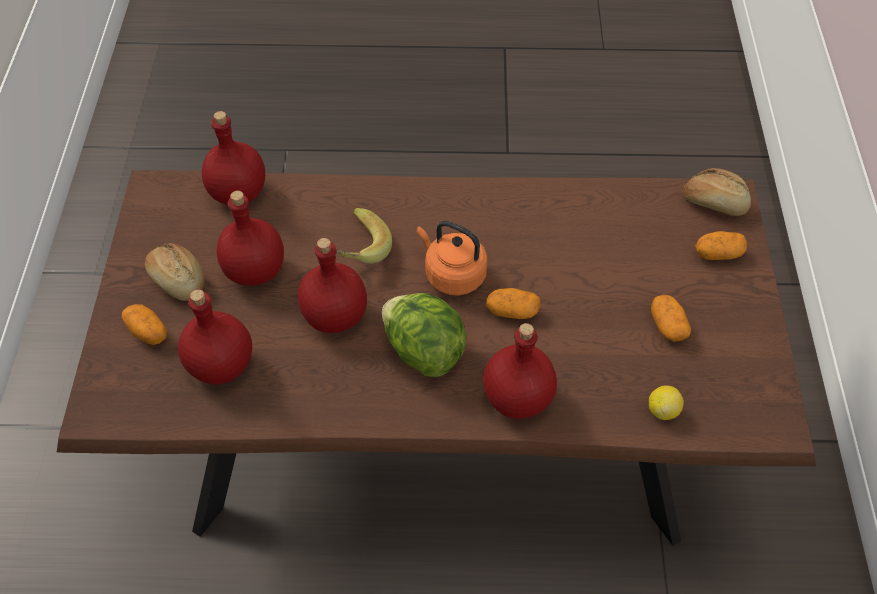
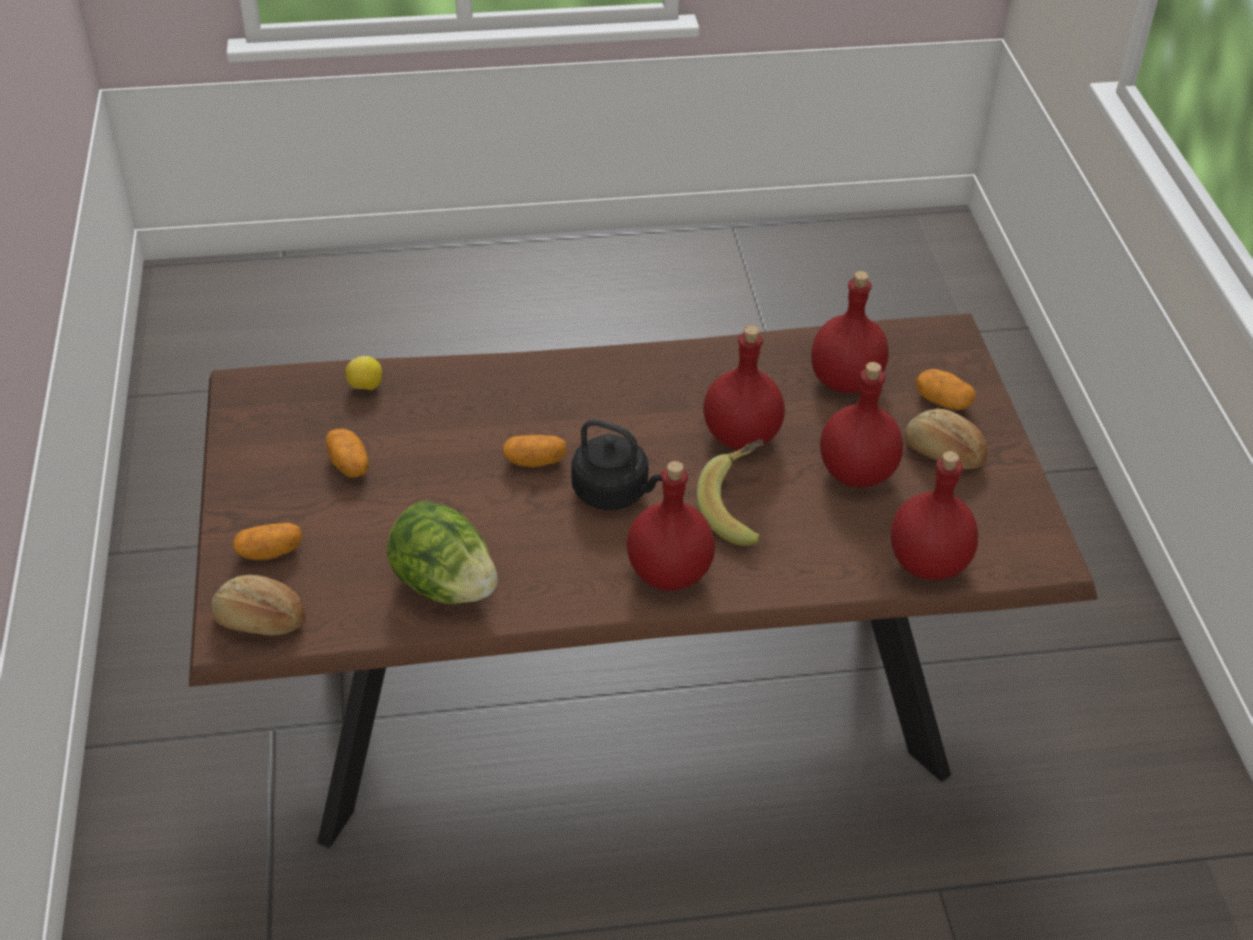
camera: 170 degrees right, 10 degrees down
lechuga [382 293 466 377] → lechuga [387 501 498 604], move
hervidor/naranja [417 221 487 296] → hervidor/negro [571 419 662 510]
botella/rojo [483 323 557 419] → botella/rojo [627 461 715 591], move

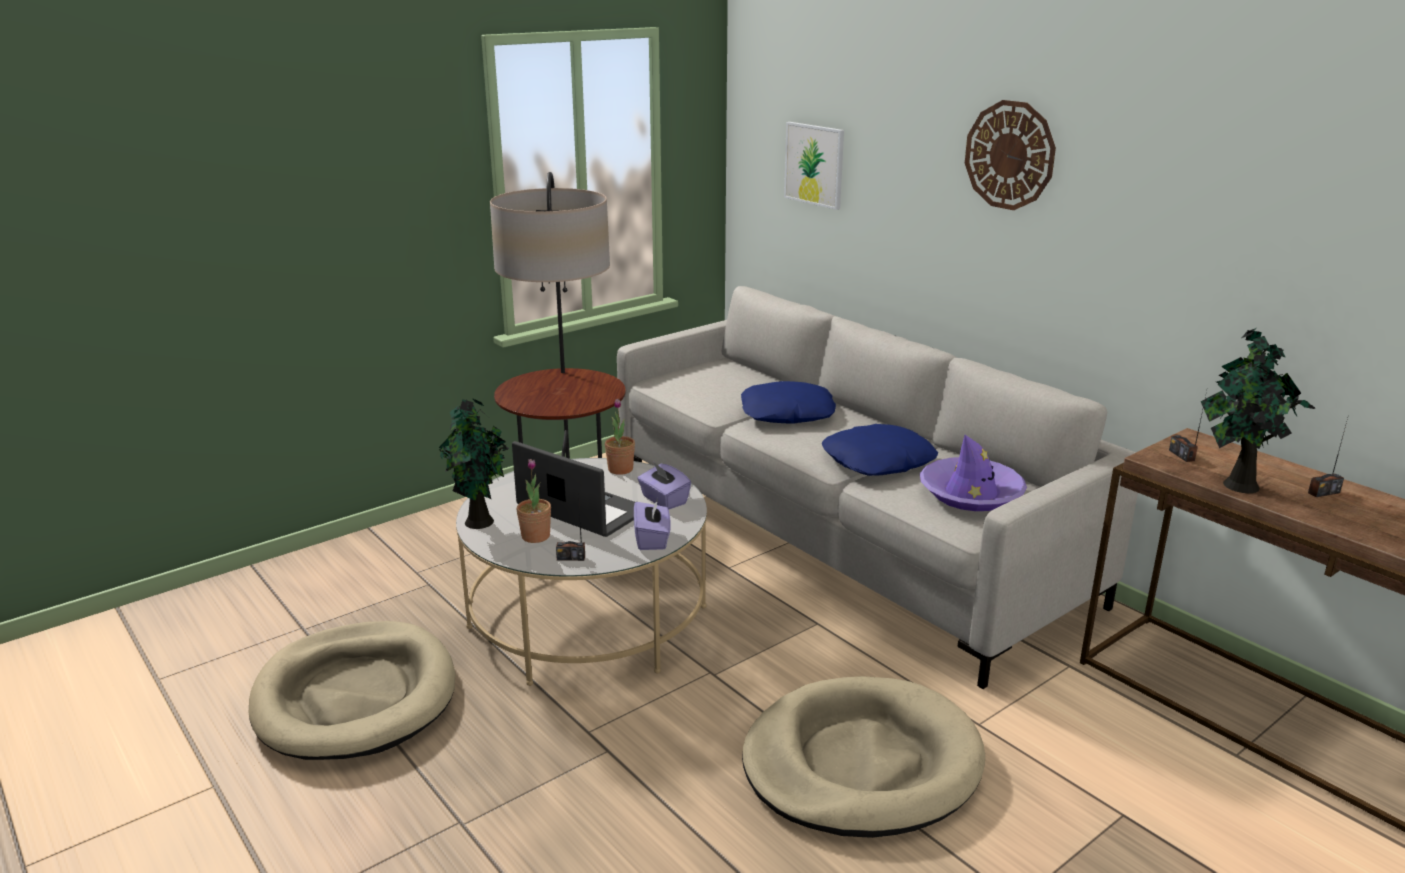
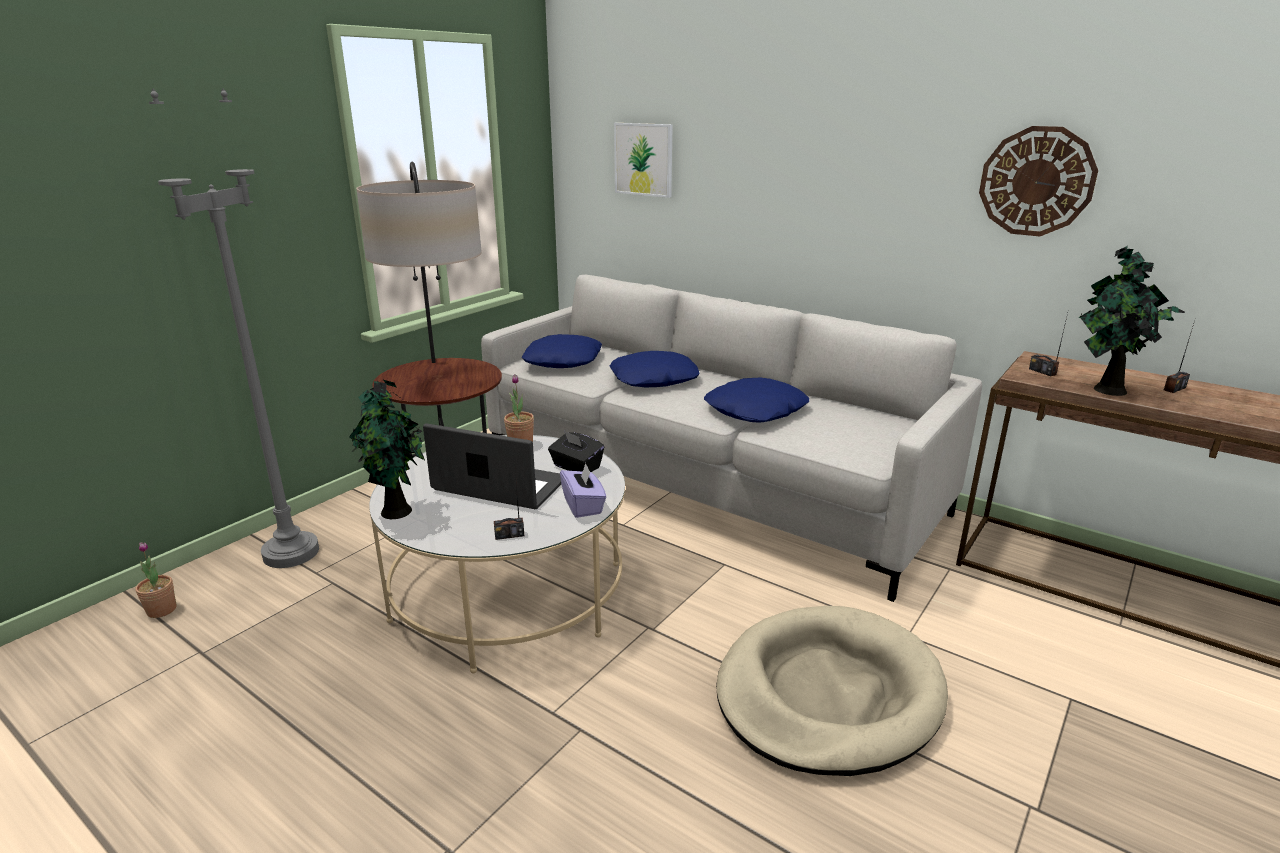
camera: 15 degrees left, 0 degrees up
cama para perro/beis [249 621 455 760] → -
planta en maceta [516 459 551 543] → planta en maceta [135 542 176 618], move
caja de pañuelos/morado [637 463 691 510] → caja de pañuelos/negro [548 431 604 472]
sombrero/morado [920 435 1027 511] → -
reloj de pared [965 100 1056 210] → reloj de pared [979 126 1098 236], move
- → lámpara de pie/gris [149 88 319 568]
- → cojín/azul [522 334 602 368]

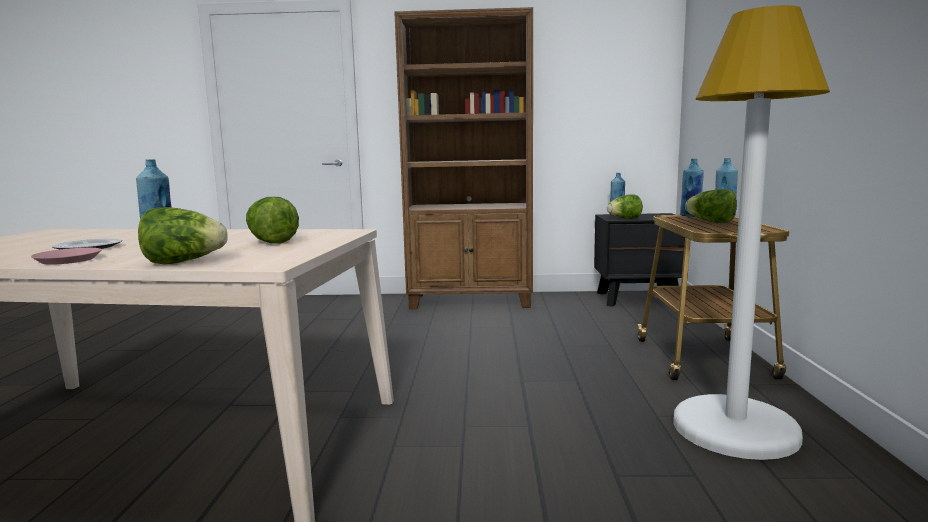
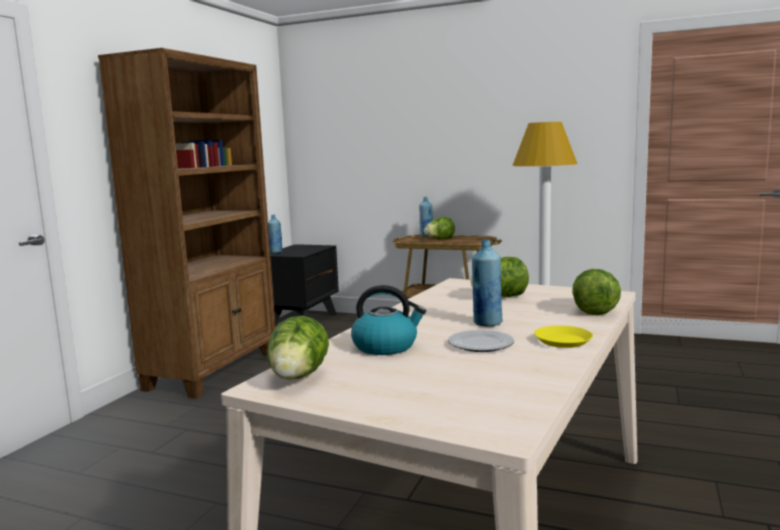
camera: 70 degrees left, 0 degrees up
plato/rosa [31 248 101 265] → plato/amarillo [534 326 593 348]
lechuga [607 195 643 219] → lechuga [267 316 329 380], move
botella/azul [680 159 704 217] → -
- → hervidor [351 285 426 355]

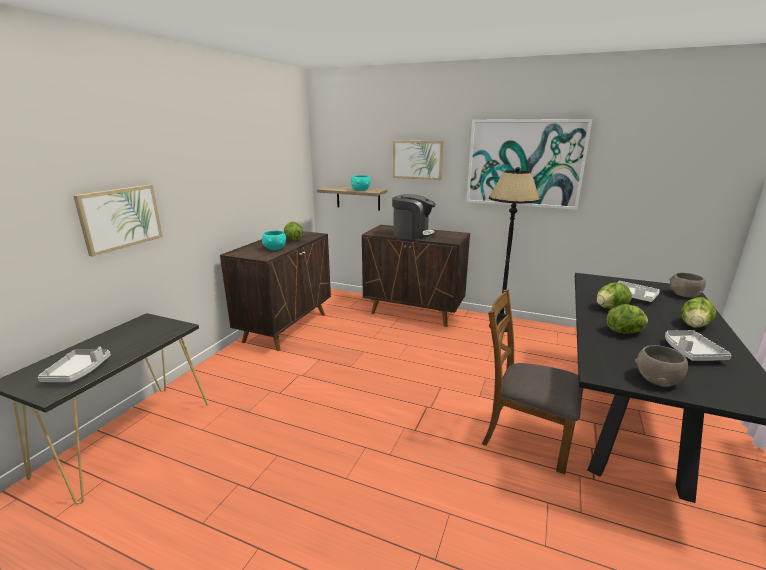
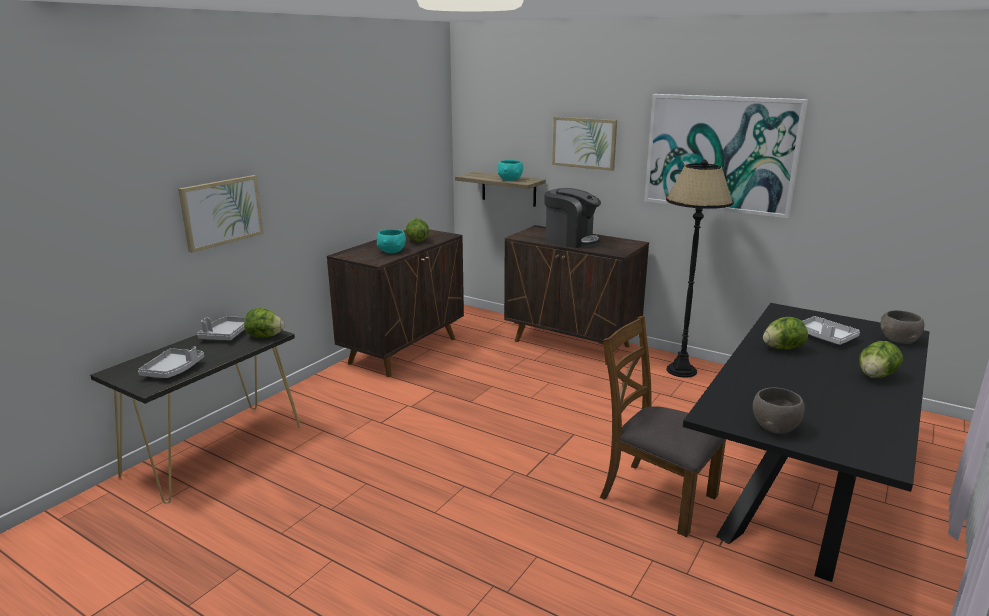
camera: 10 degrees right, 0 degrees up
lechuga [607 304 648 334] → lechuga [244 308 284 338], move
bandeja/gris [665 330 731 361] → bandeja/gris [197 316 245 340], move

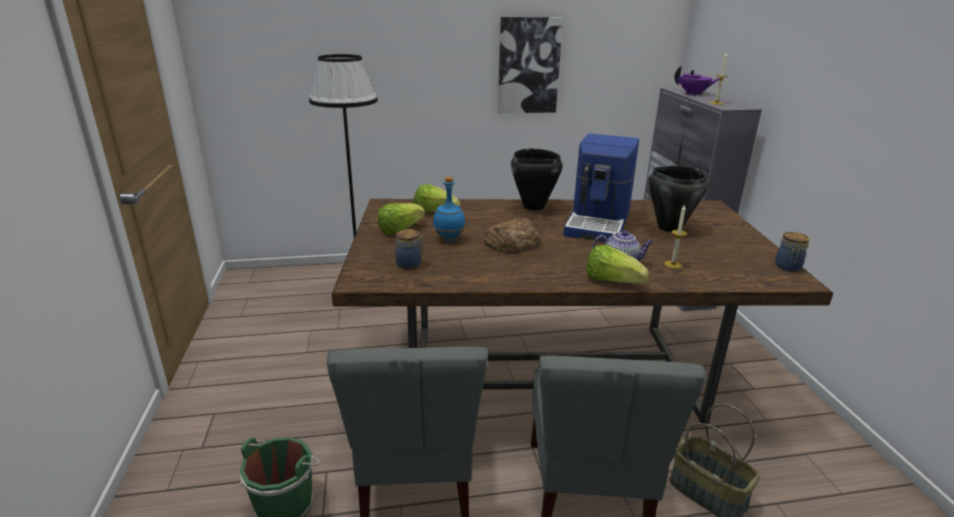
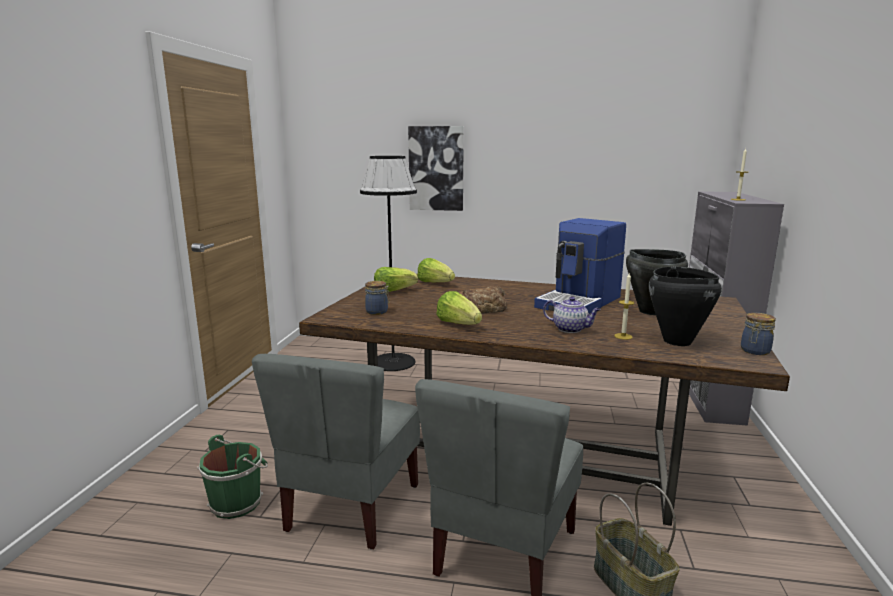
camera: 20 degrees right, 10 degrees down
botella/azul [433 177 465 241] → -
cuadro [498 17 563 113] → cuadro [408 126 464 211], move
olla/negro [511 149 563 211] → olla/negro [649 266 722 346], move
lechuga [586 245 649 283] → lechuga [436 291 482 325], move
tetera/morado [674 66 720 96] → -

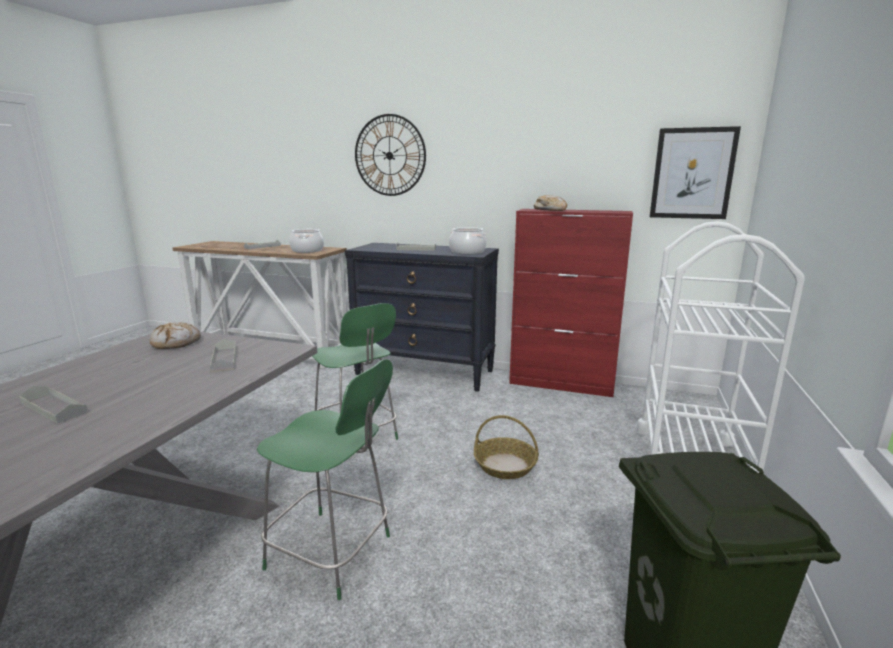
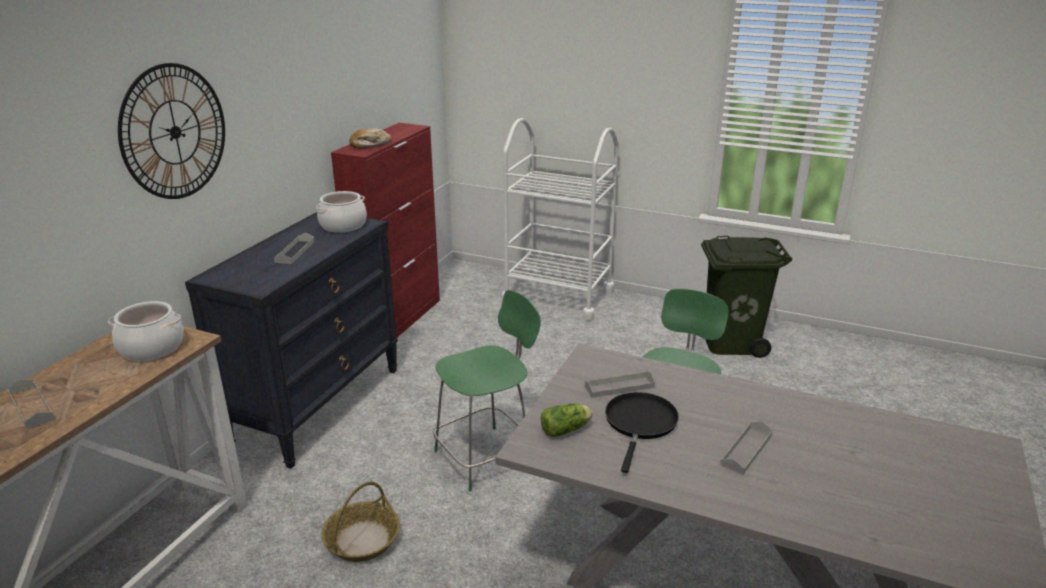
camera: 85 degrees left, 10 degrees up
pan [150 322 201 349] → lechuga [541 403 593 437]
cesta [474 415 539 479] → cesta [321 482 400 562], move
cuadro [650 126 741 219] → -
- → sartén/negro [605 392 679 473]

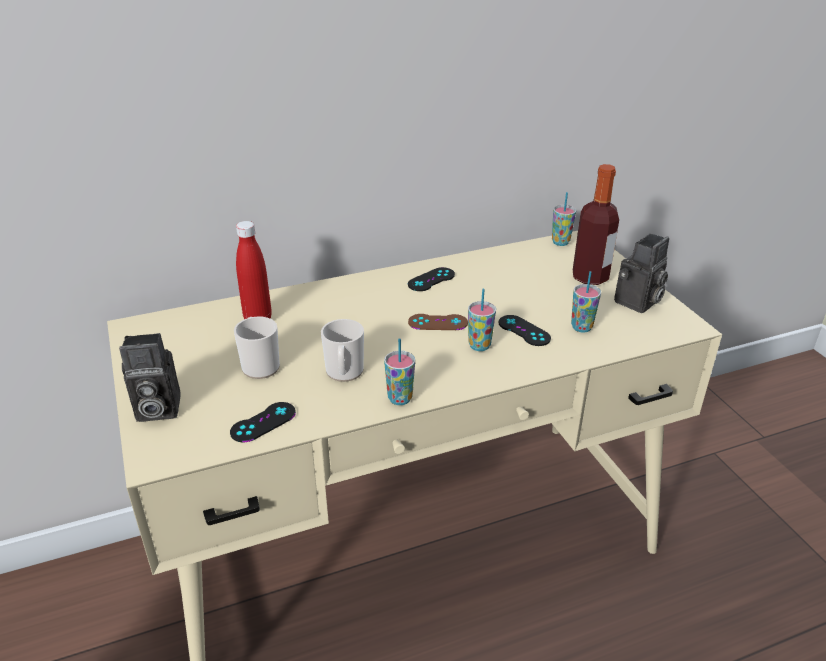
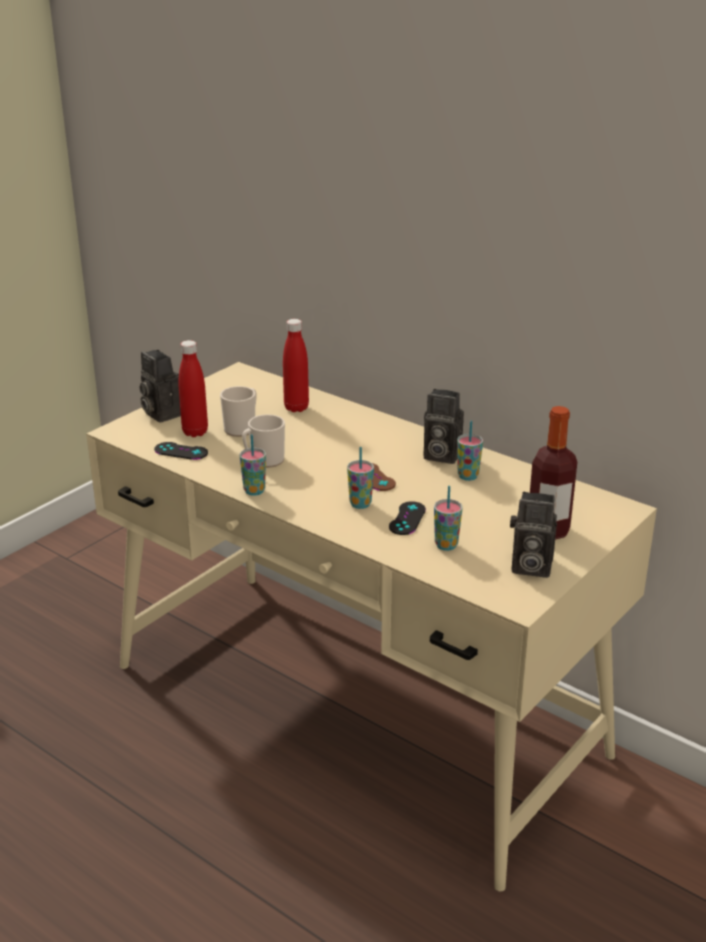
camera: 60 degrees right, 5 degrees down
mando de consola/negro [408 267 455 291] → cámara [423 389 464 464]
taza [552 192 576 246] → taza [457 421 483 481], move
- → botella/rojo [178 340 208 437]

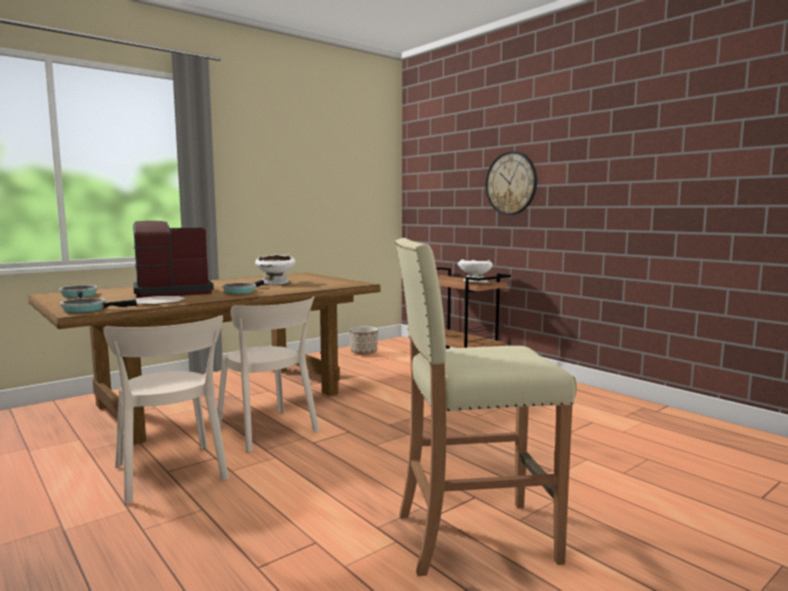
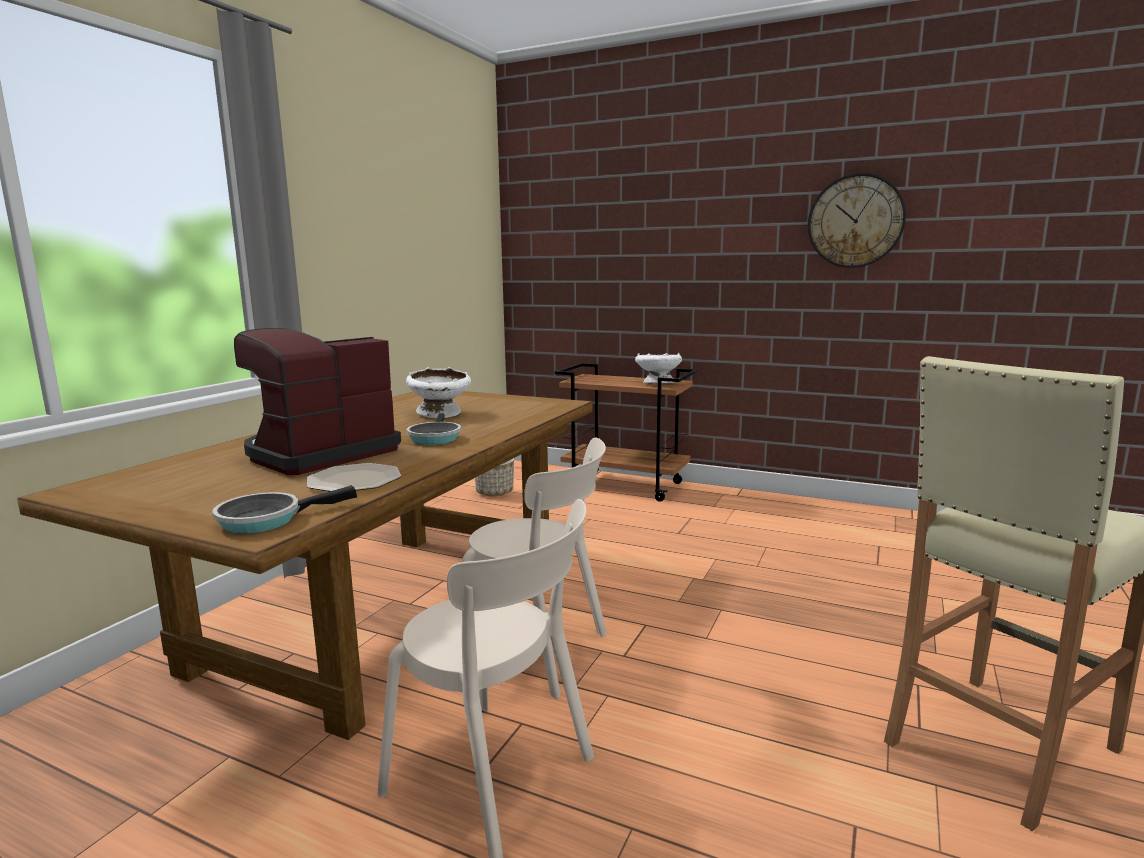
camera: 25 degrees left, 5 degrees up
sartén [59 285 98 299] → -
reloj de pared [485 151 537 215] → reloj de pared [808 173 906 268], move

